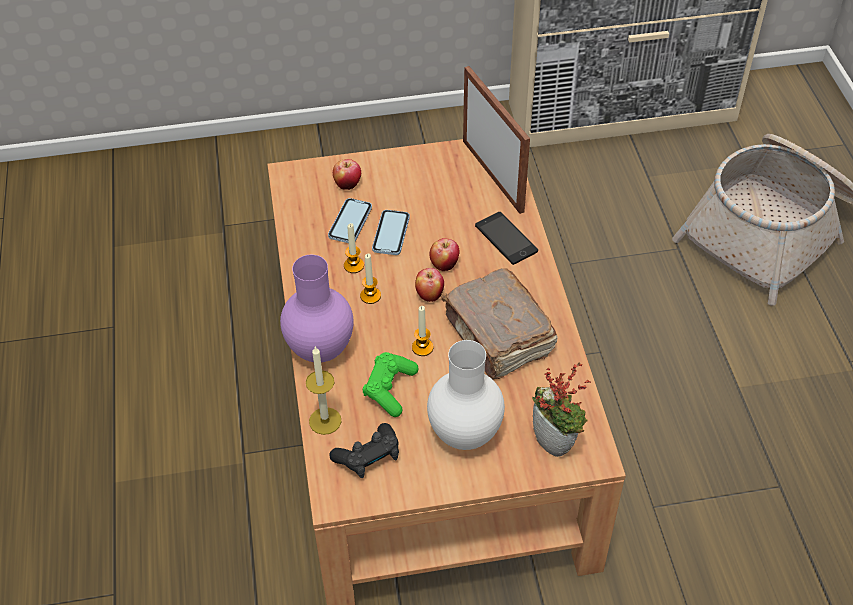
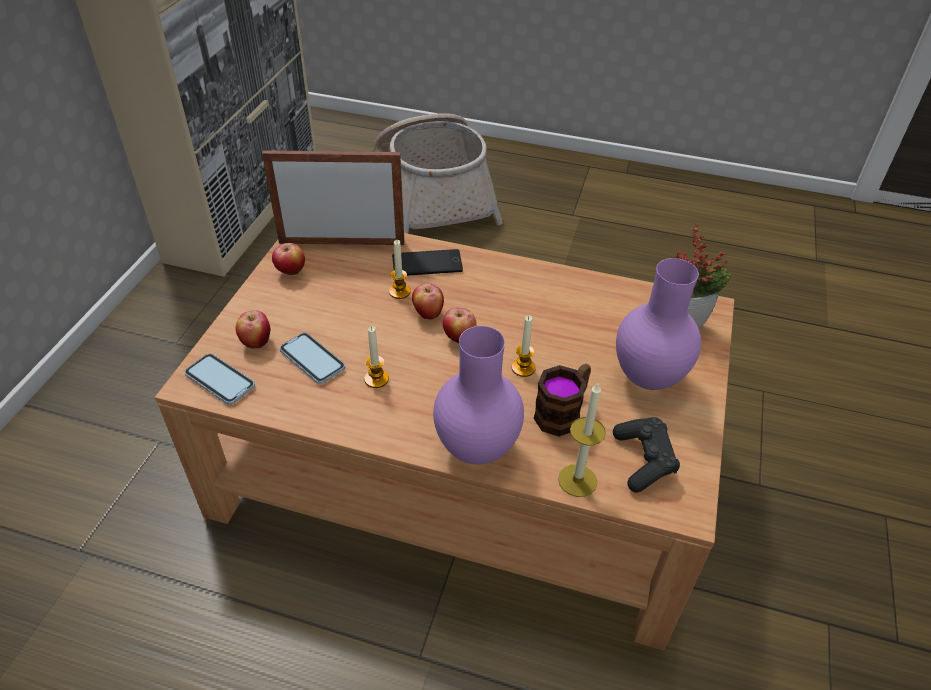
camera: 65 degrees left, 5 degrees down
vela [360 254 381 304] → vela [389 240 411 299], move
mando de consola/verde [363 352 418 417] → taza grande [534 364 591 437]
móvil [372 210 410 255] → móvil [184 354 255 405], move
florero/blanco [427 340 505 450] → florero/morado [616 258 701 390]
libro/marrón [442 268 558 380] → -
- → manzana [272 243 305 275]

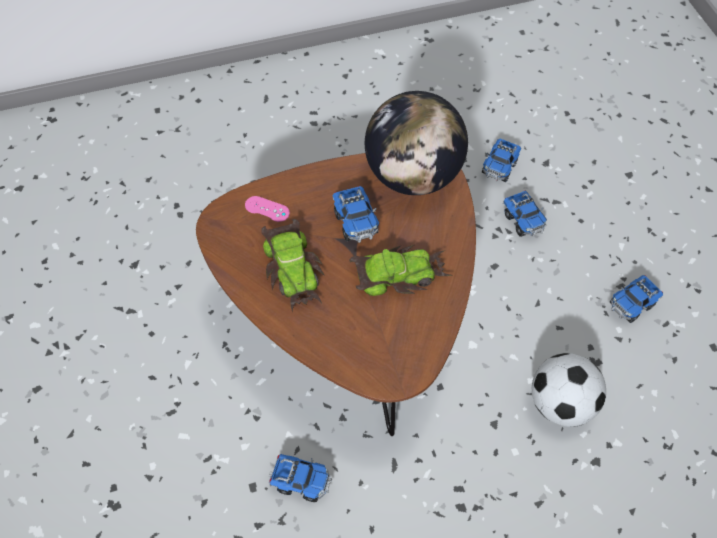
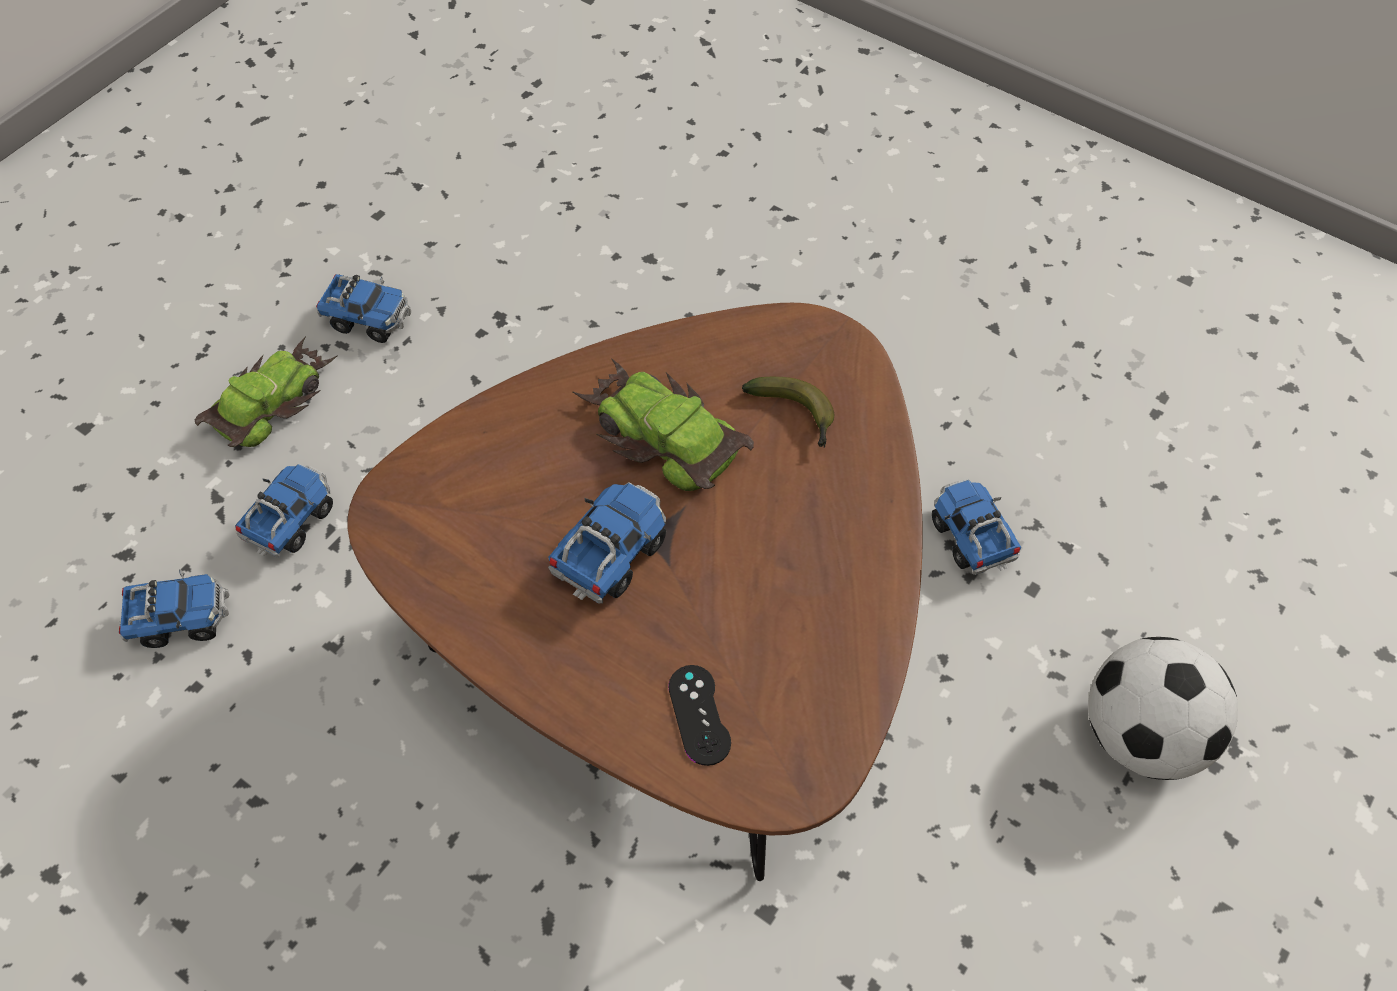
camera: 125 degrees left, 0 degrees up
mando de consola/rosa [245 196 290 222] → mando de consola/negro [668 665 731 766]
coche de juguete [261 219 325 313] → coche de juguete [195 336 338 447], move
globo terráqueo [365 91 468 195] → -
balón de fútbol [532 353 606 427] → balón de fútbol [1089 637 1238 780], move
- → plátano [742 377 834 448]

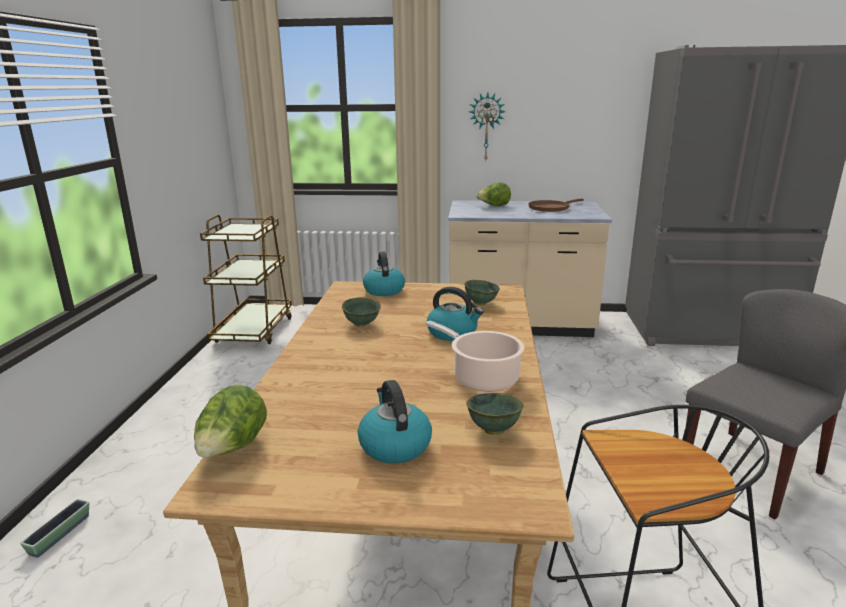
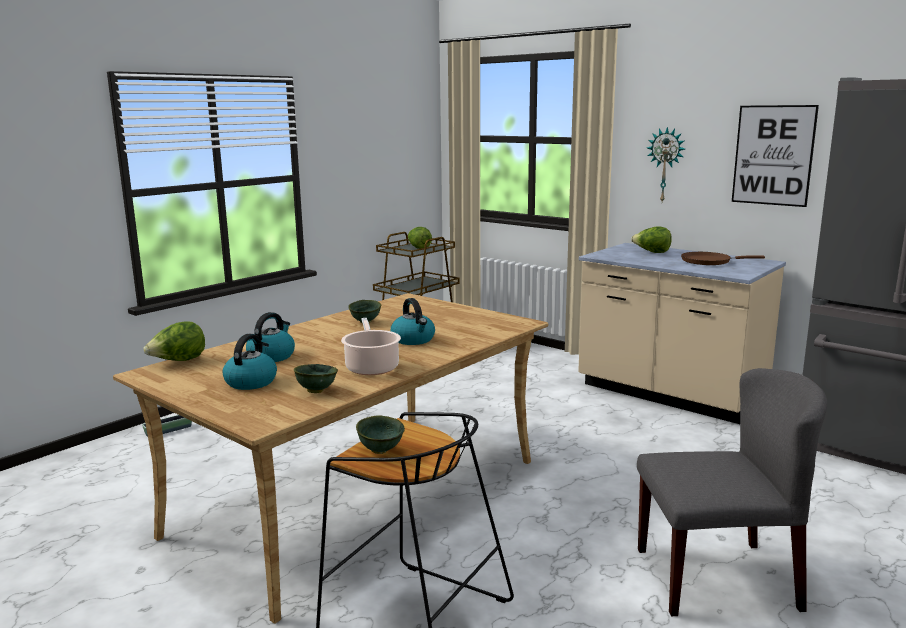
camera: 35 degrees right, 5 degrees down
hervidor [363 252 405 296] → hervidor [246 312 295 362], move
cuenco/verde [464 280 500 305] → cuenco/verde [356 416 405 454], move
- → lechuga [408 227 432 249]
- → cuadro [732 105 819 207]

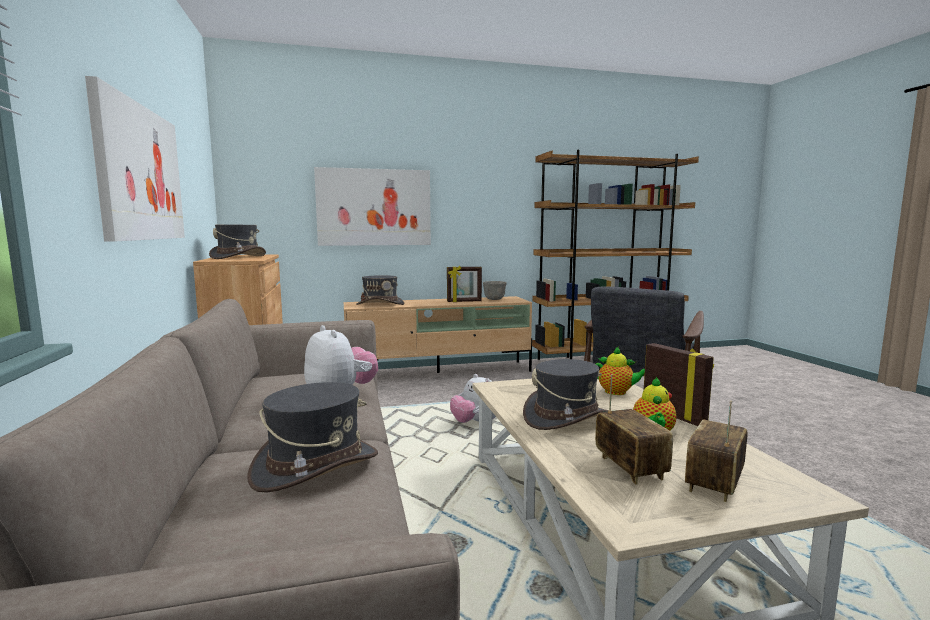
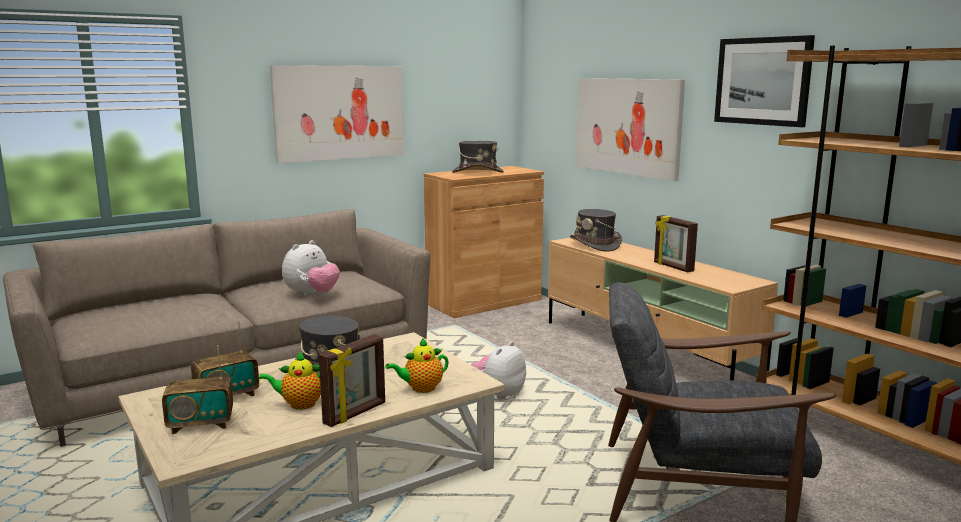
camera: 70 degrees right, 5 degrees up
sombrero/gris [248 382 378 493] → -
cuenco/gris [483 281 507 300] → -
tetera [596 347 645 395] → tetera [385 338 449 393], 60 degrees clockwise
radio [685 401 748 502] → radio [162 345 233 434], 150 degrees clockwise
- → cuadro [714 35 815 127]

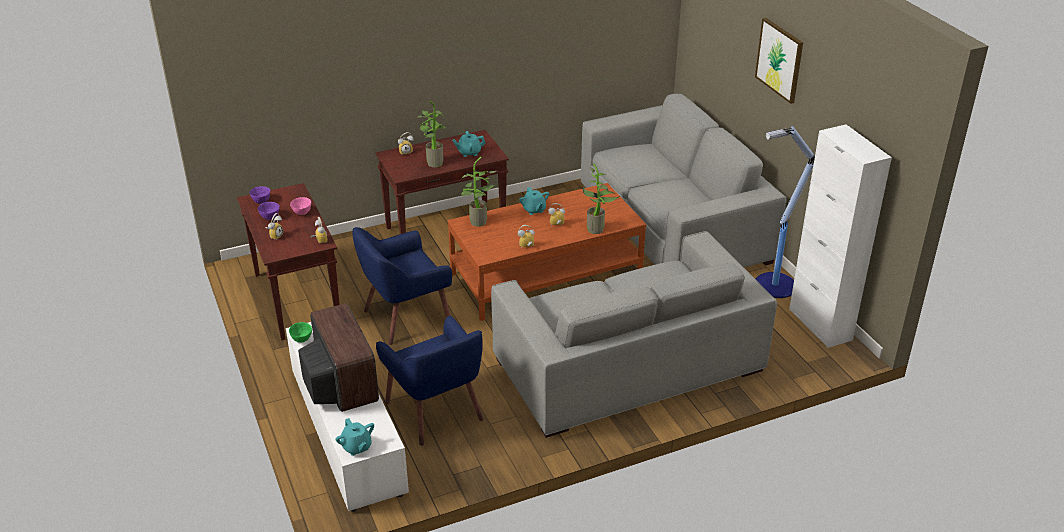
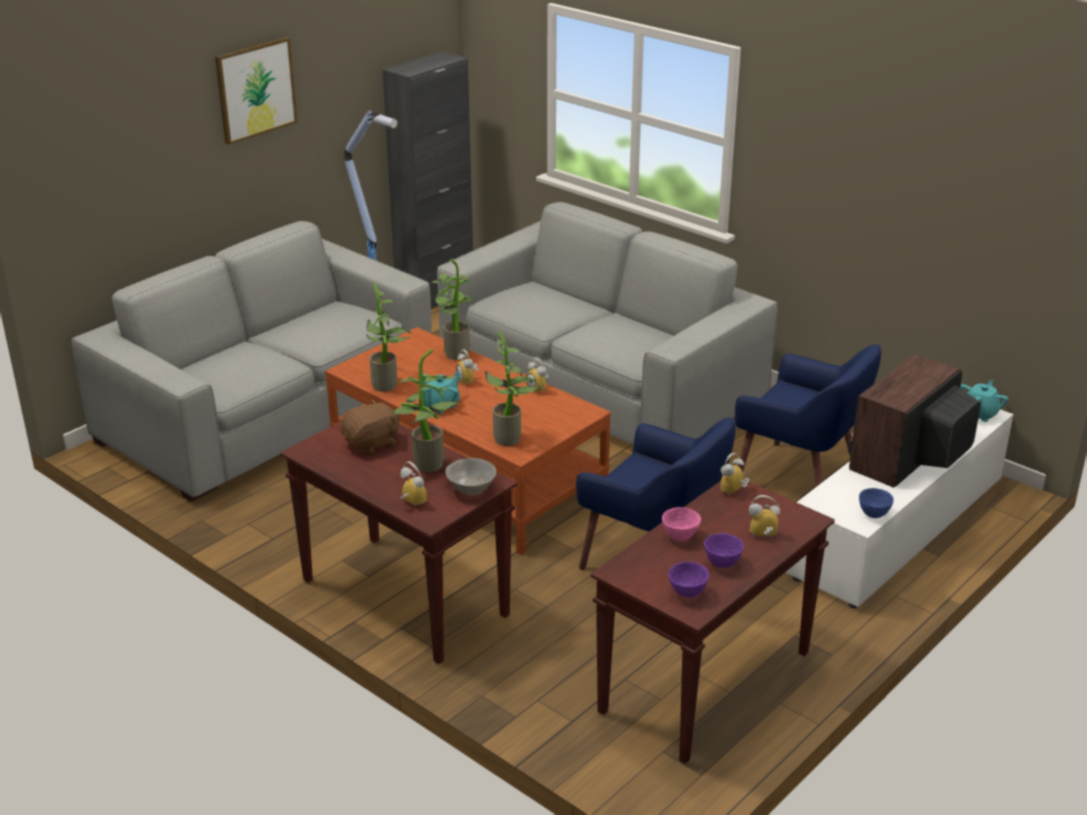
camera: 115 degrees left, 5 degrees down
cuenco/verde [289 322 312 343] → cuenco/azul [859 488 894 518]
sillón/azul [376 316 484 446] → sillón/azul [735 344 881 487], 90 degrees clockwise
tetera/turquesa [452 131 486 157] → peluche/marrón [341 399 400 456]
armario/blanco [789 124 892 348] → armario/negro [383 51 473 309]
- → planta en maceta [366 282 411 392]
- → cuenco/gris [446 458 496 496]

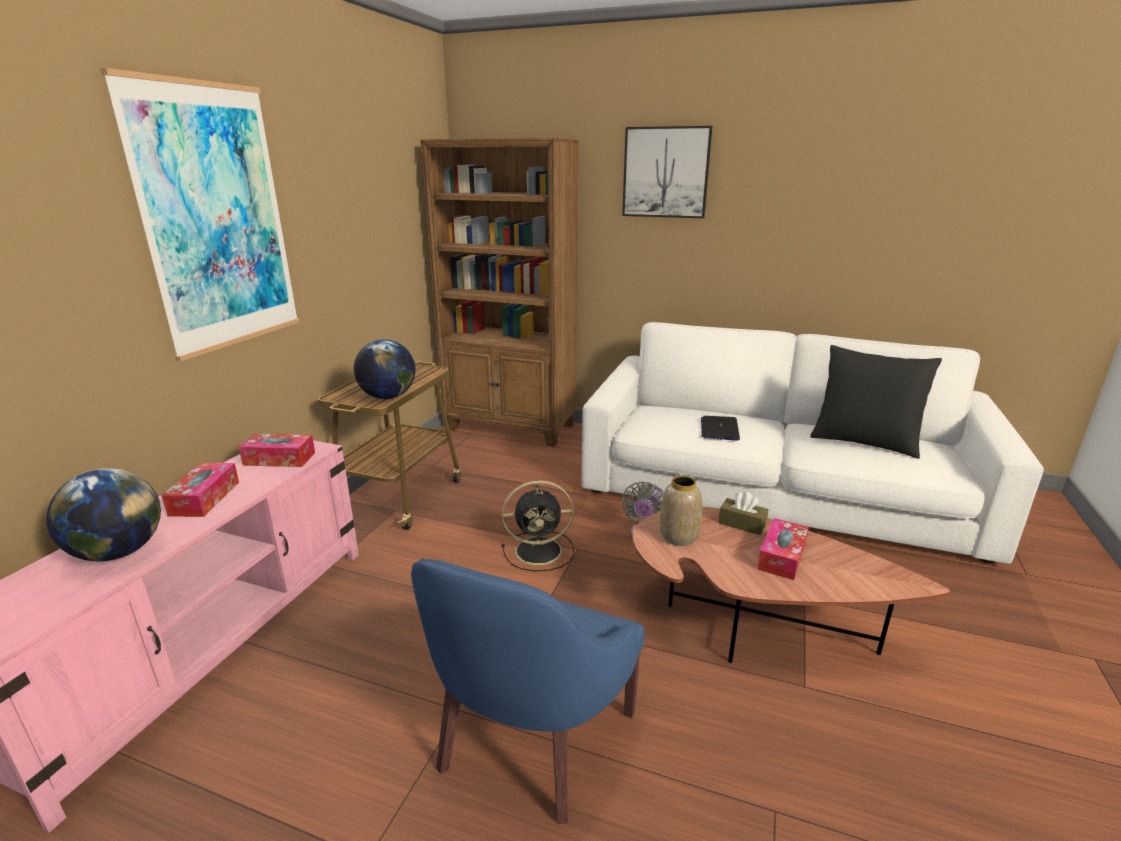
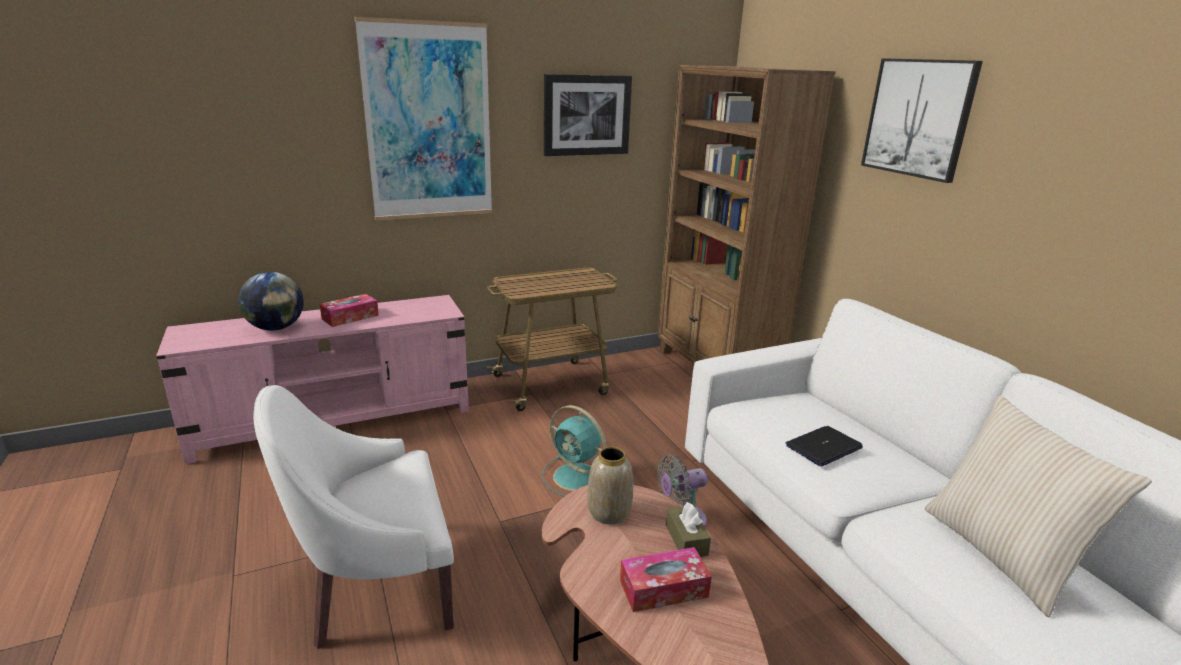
camera: 45 degrees right, 0 degrees up
caja de pañuelos [239 434 315 467] → -
globo terráqueo [354 339 415 399] → -
sillón/azul [411 559 645 824] → sillón/blanco [253 385 454 649]
ventilador/negro [502 480 574 571] → ventilador/turquesa [542 405 607 496]
cojín/negro [810 345 942 459] → cojín/beis [925 395 1152 617]
- → cuadro [544 74 632 156]

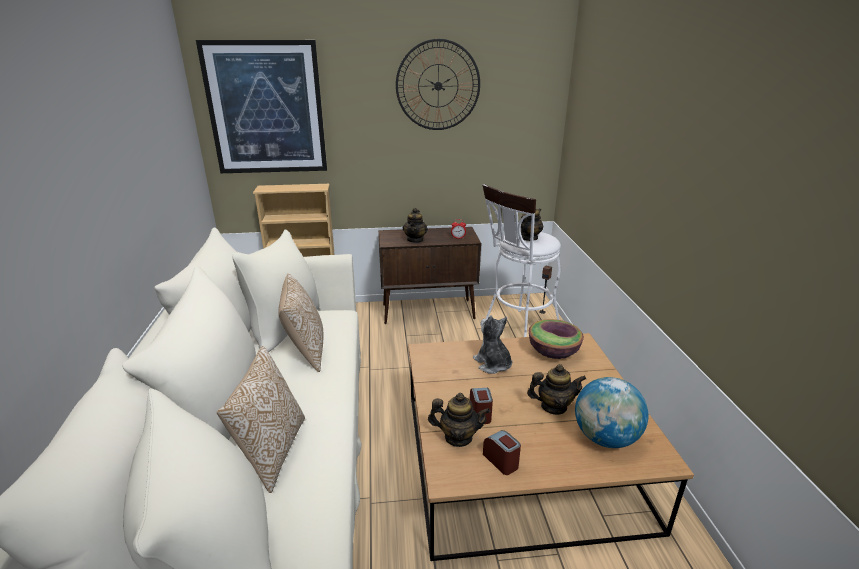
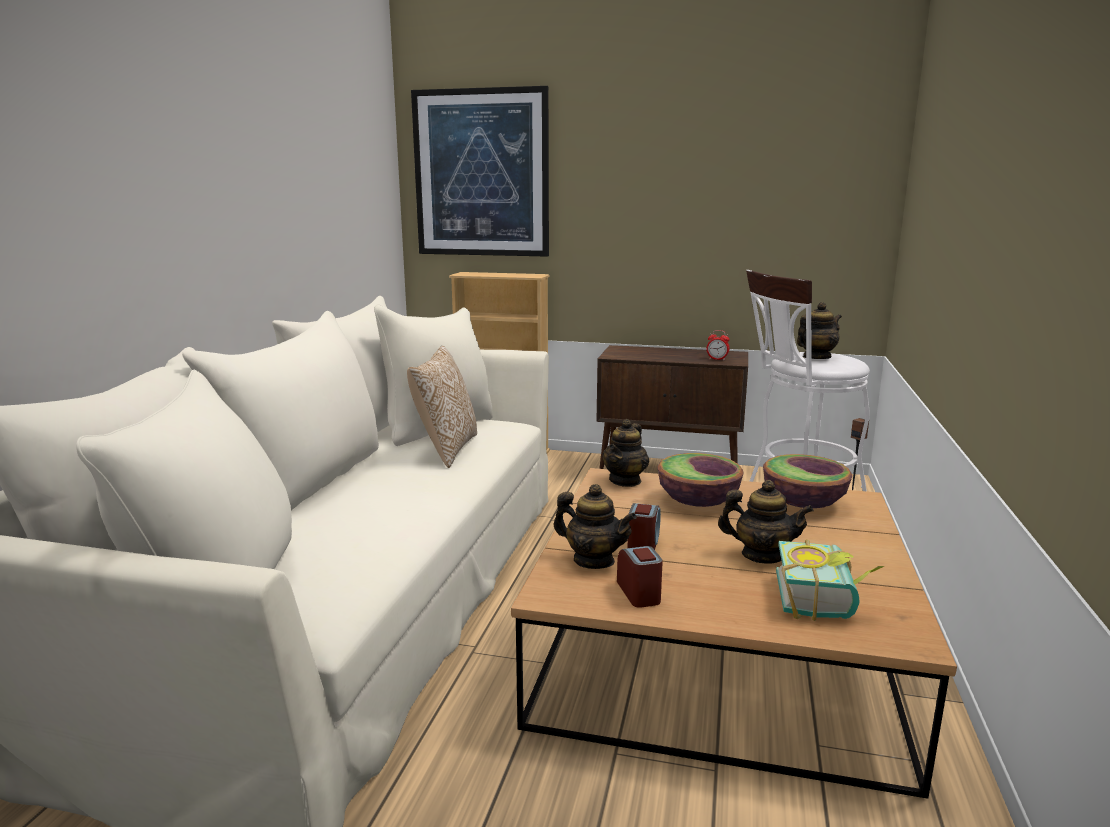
camera: 20 degrees right, 10 degrees down
cojín [217 346 305 493] → -
reloj de pared [396 39 480 130] → -
tetera [403 208 428 243] → tetera [602 419 649 487], move
peluche [473 315 512 374] → cuenco [658 453 743 507]
globo terráqueo [575 377 648 448] → libro [776 539 884 621]

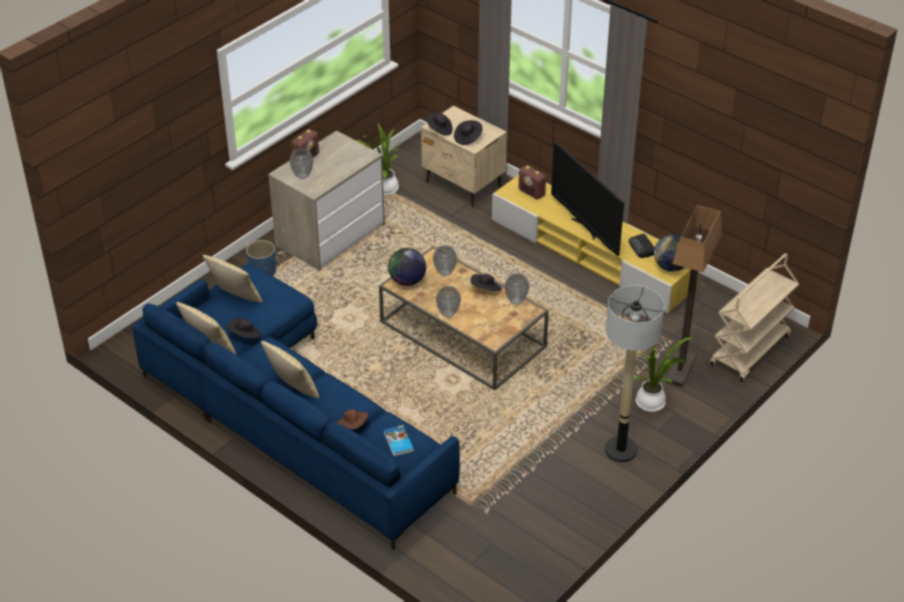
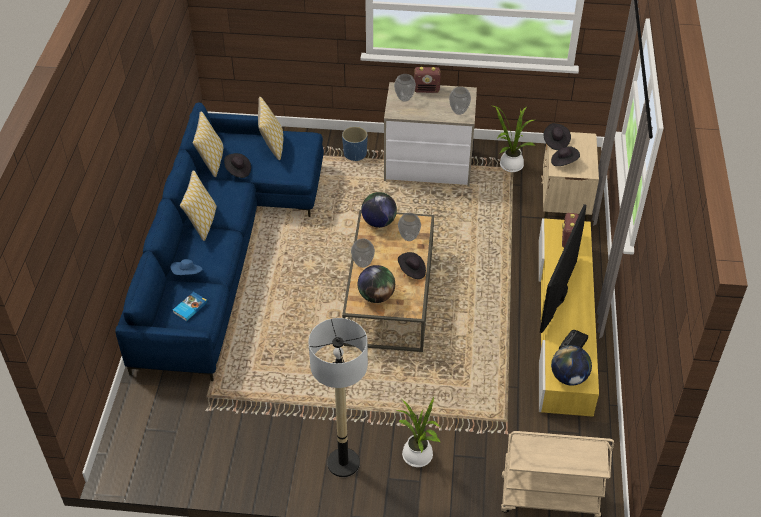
camera: 55 degrees right, 5 degrees up
sombrero/marrón [336 409 368 429] → sombrero/azul [171 259 202 275]
florero [504 273 529 305] → florero [449 87 471 115], move
lámpara de pie [666 205 722 387] → -
- → globo terráqueo [358 265 395 303]

